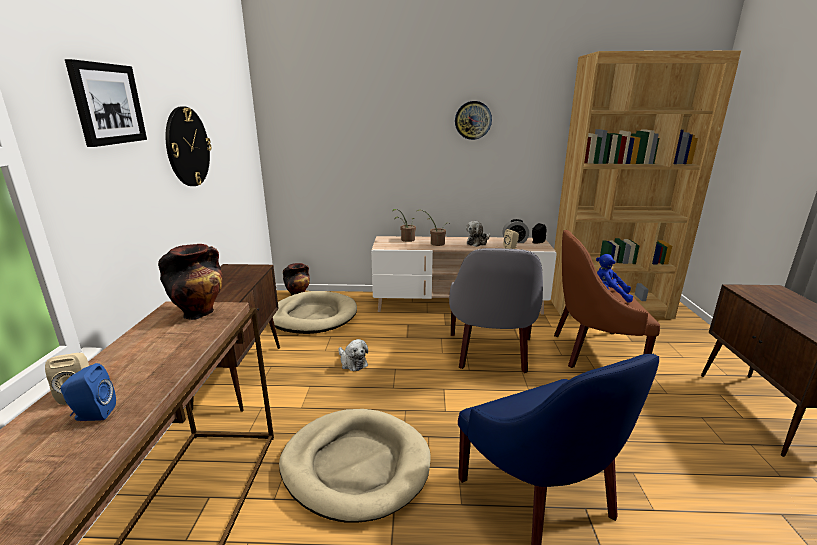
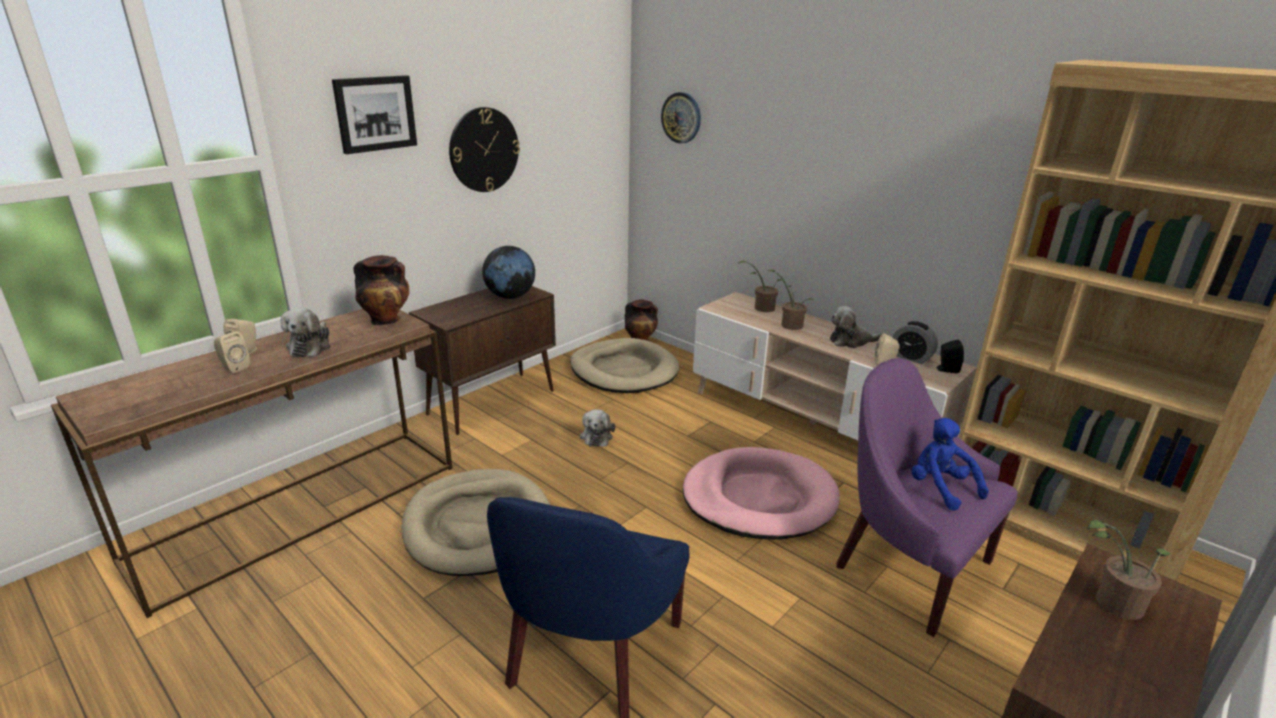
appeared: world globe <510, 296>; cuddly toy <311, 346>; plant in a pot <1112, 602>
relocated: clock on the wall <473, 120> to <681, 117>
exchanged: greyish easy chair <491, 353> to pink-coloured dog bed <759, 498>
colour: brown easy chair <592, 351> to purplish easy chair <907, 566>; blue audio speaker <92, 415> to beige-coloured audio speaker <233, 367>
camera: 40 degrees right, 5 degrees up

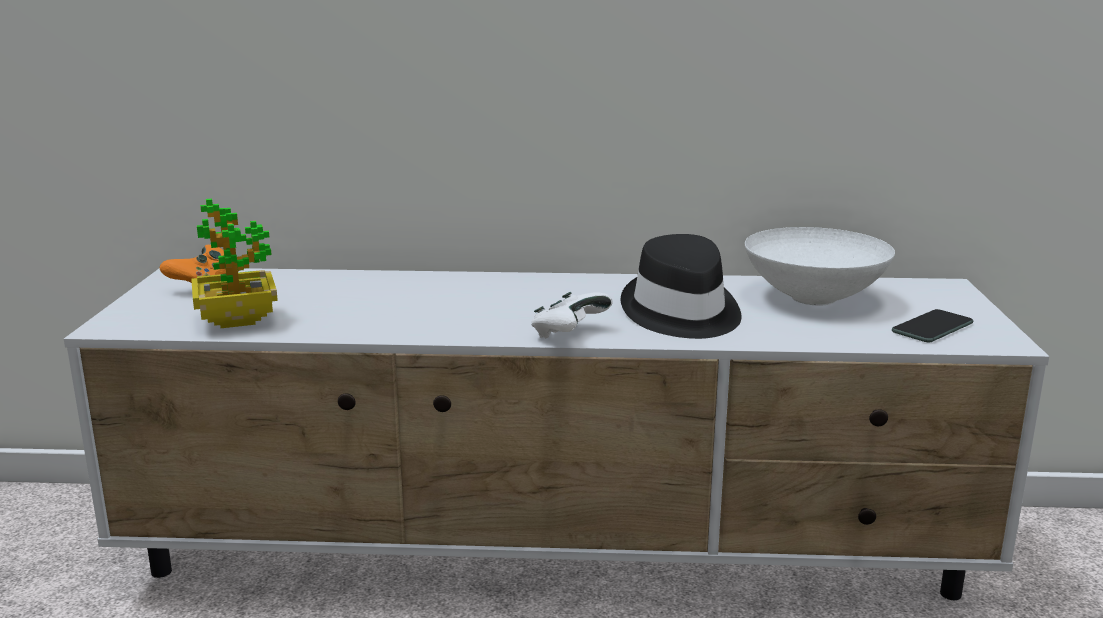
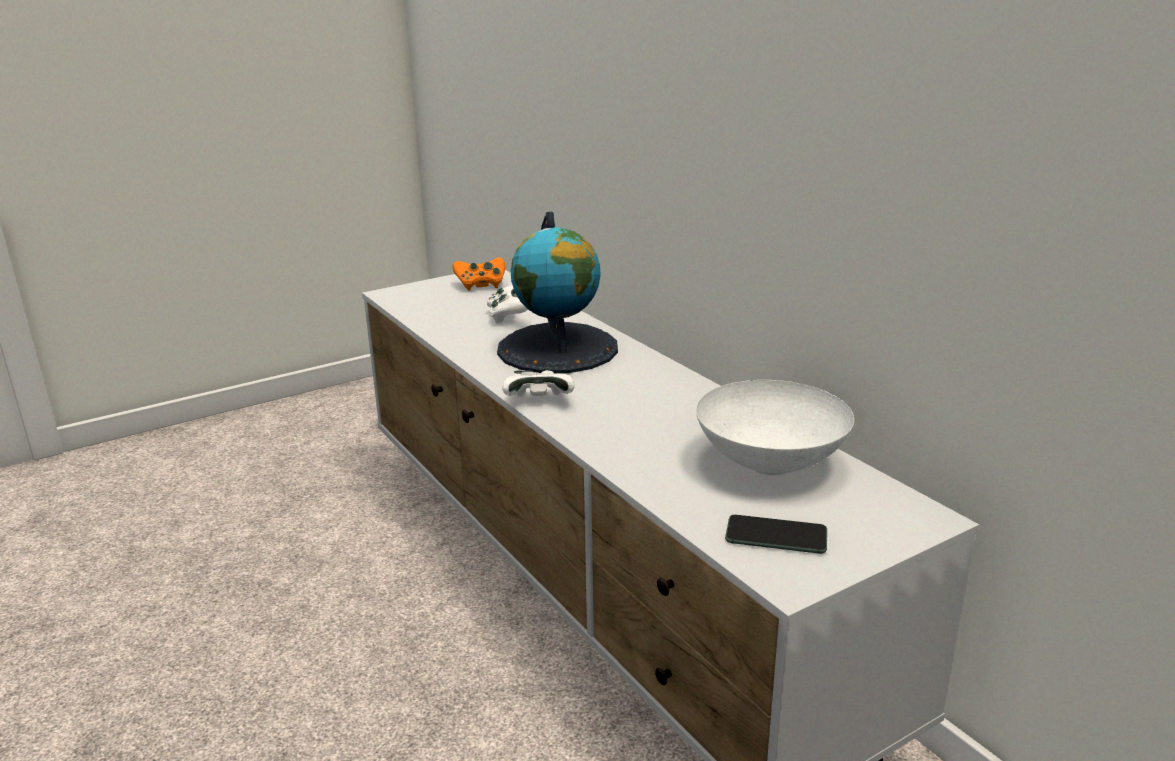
missing: plant in a pot <237, 321>; black clothing hat <681, 313>
appeared: world globe <558, 348>; white joypad <508, 316>
camera: 55 degrees right, 5 degrees up

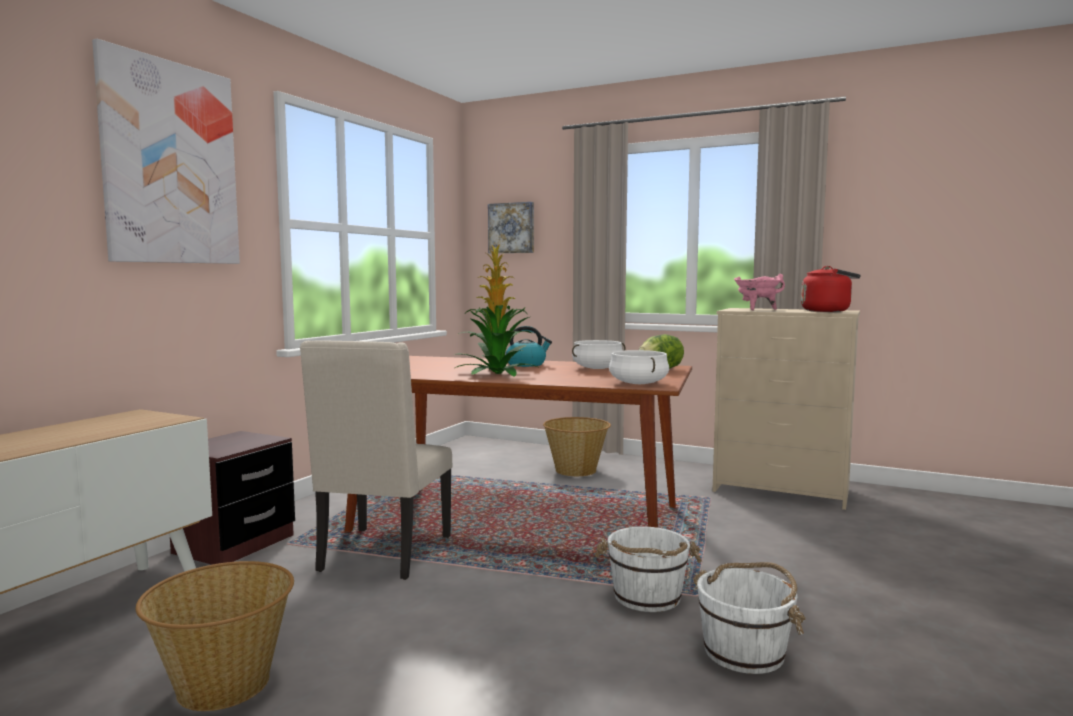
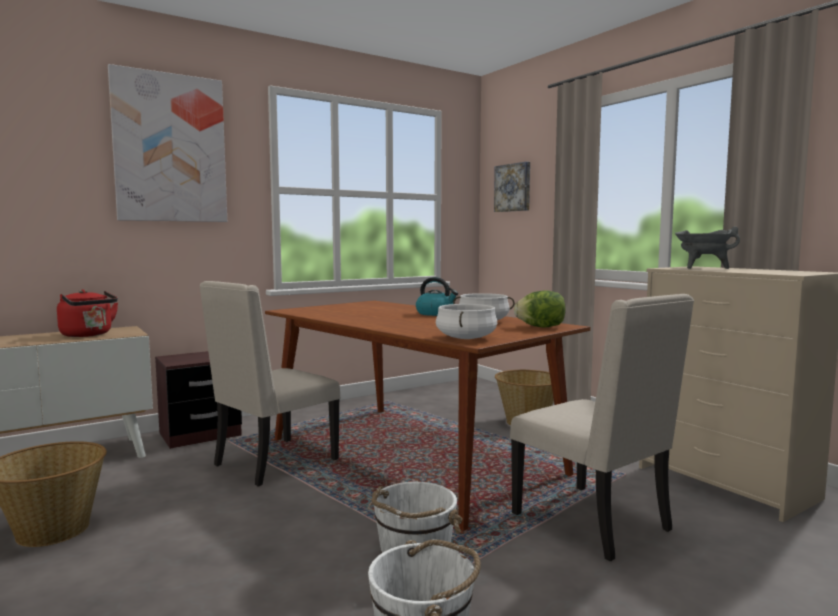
missing: plant in a pot <495, 373>
appeared: beige-coloured chair <594, 523>
relocated: reddish kettle <828, 311> to <88, 335>
colour: pink-coloured stockpot <756, 309> to greyish stockpot <702, 268>
camera: 30 degrees right, 0 degrees up

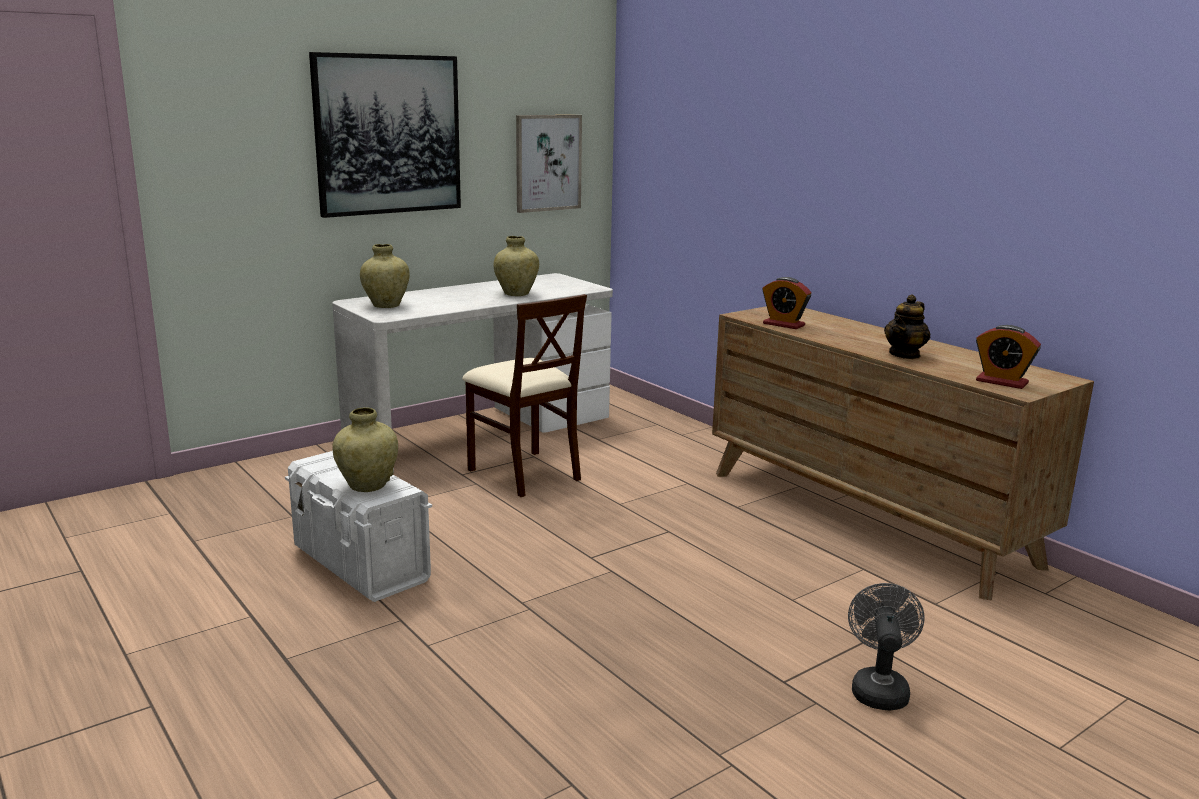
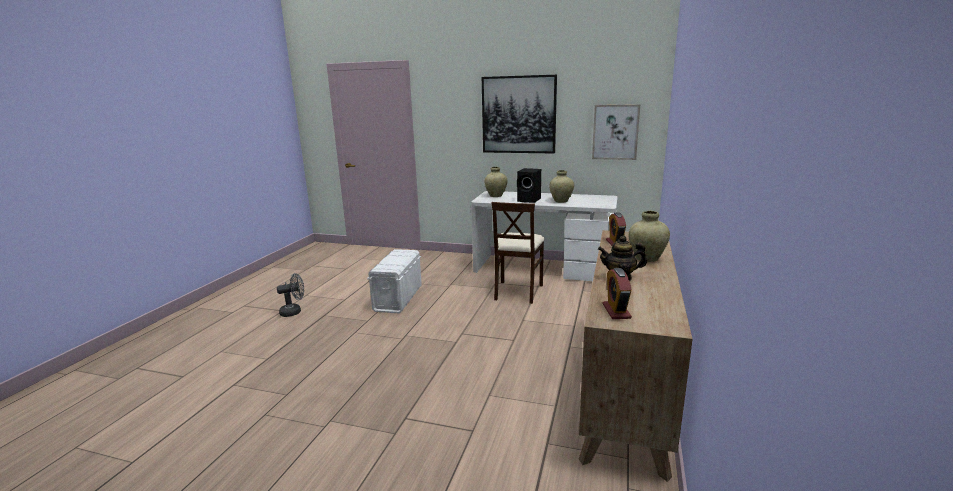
appeared: black audio speaker <529, 200>
relocated: beige-coloured flower vase <367, 485> to <646, 258>; greyish electric fan <878, 688> to <294, 311>
camera: 55 degrees right, 0 degrees up

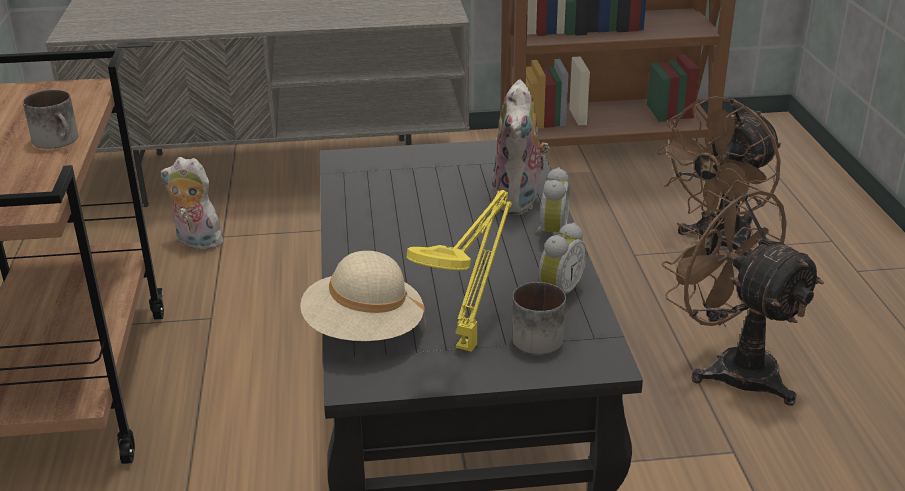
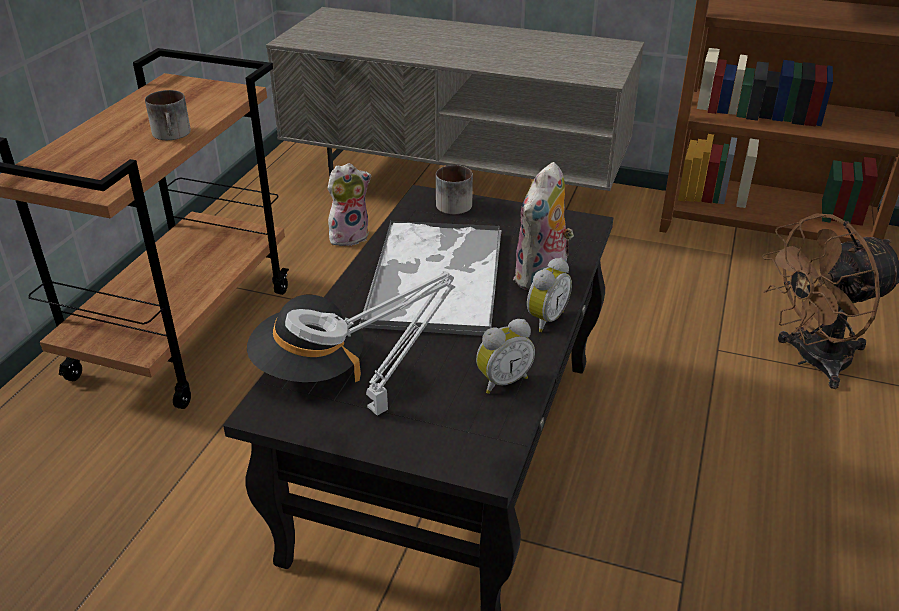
missing: brown electric fan <732, 366>
appeared: serving tray <436, 276>
relocated: tea mug <536, 334> to <455, 203>
colour: yellow lamp for a table <469, 344> to greyish lamp for a table <382, 407>; beige-coloured clothing hat <364, 331> to black clothing hat <308, 366>
spun: cuddly toy <196, 243> = <349, 236> 105 degrees clockwise
camera: 25 degrees right, 5 degrees up

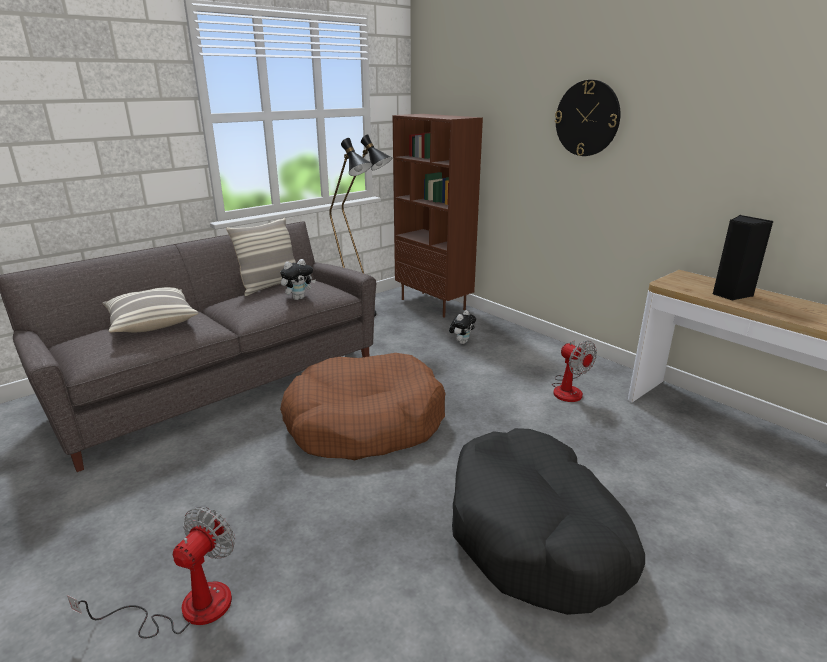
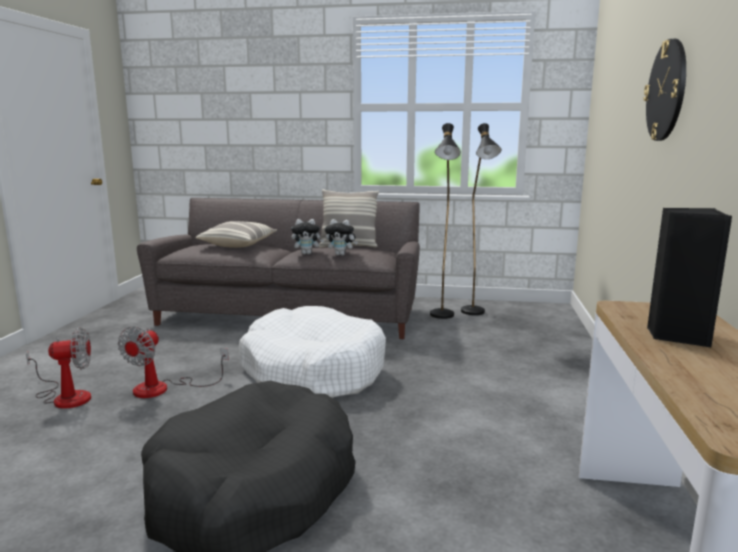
missing: brown bookshelf <434, 304>
relocated: cuddly toy <462, 342> to <307, 253>; electric fan <568, 389> to <163, 388>
colour: brown dog bed <364, 423> to white dog bed <313, 370>
camera: 50 degrees right, 10 degrees down

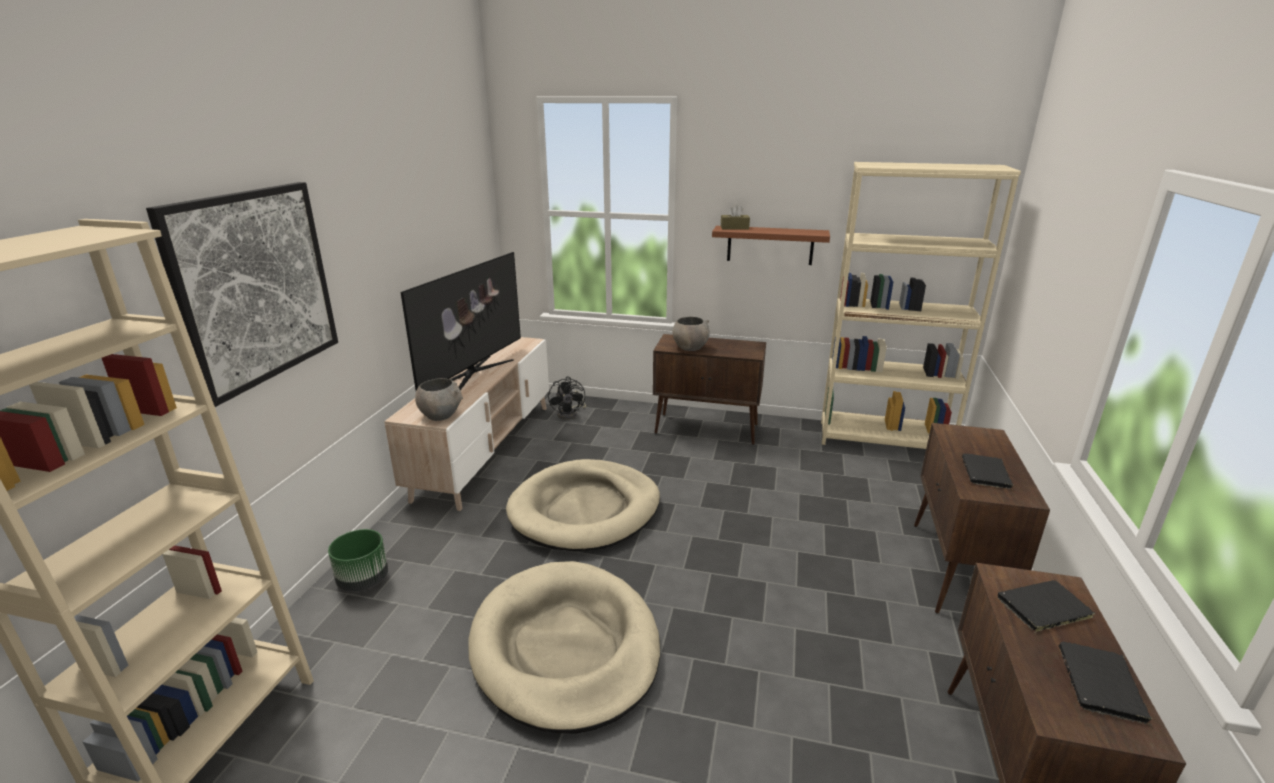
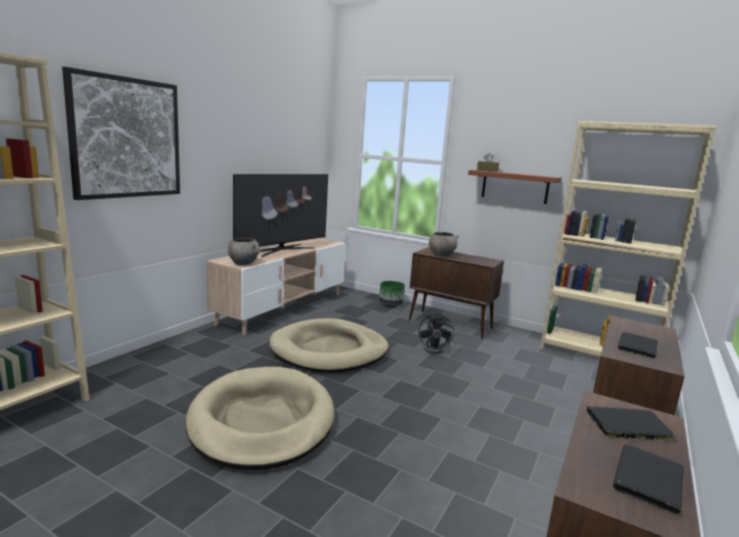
relocated: black electric fan <570, 413> to <436, 349>; greenish flower pot <364, 580> to <391, 305>
camera: 15 degrees right, 10 degrees down

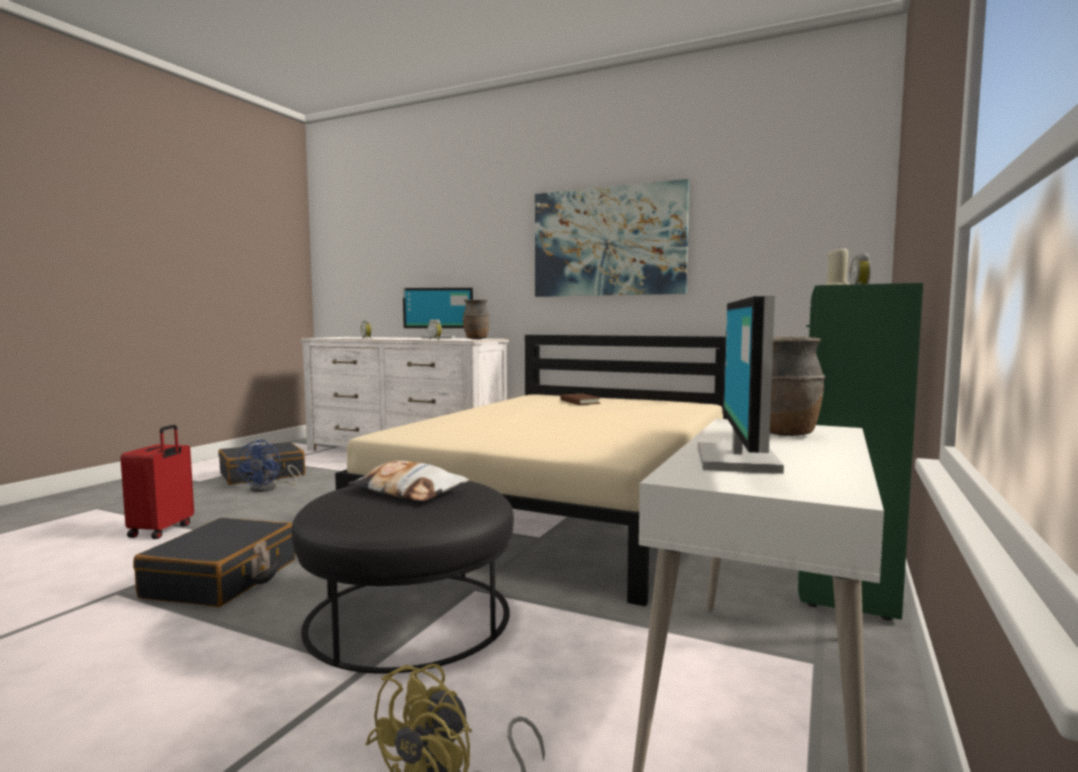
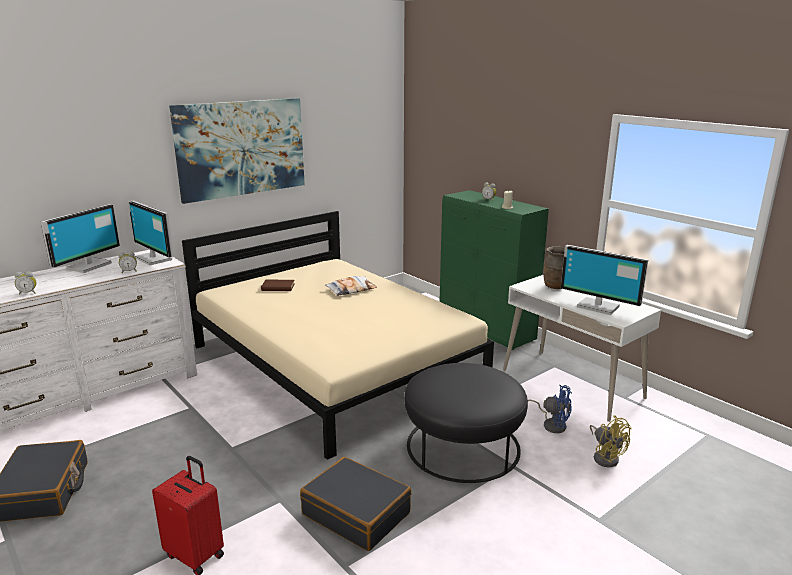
relocated: blue electric fan <269, 488> to <552, 424>; pillow <408, 491> to <351, 290>
exchanged: brown flower vase <476, 339> to computer screen <155, 258>
camera: 65 degrees left, 15 degrees up

